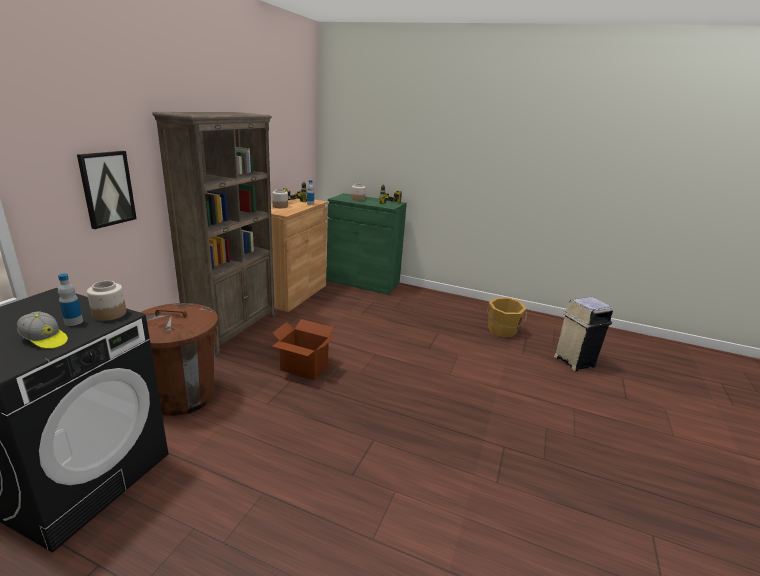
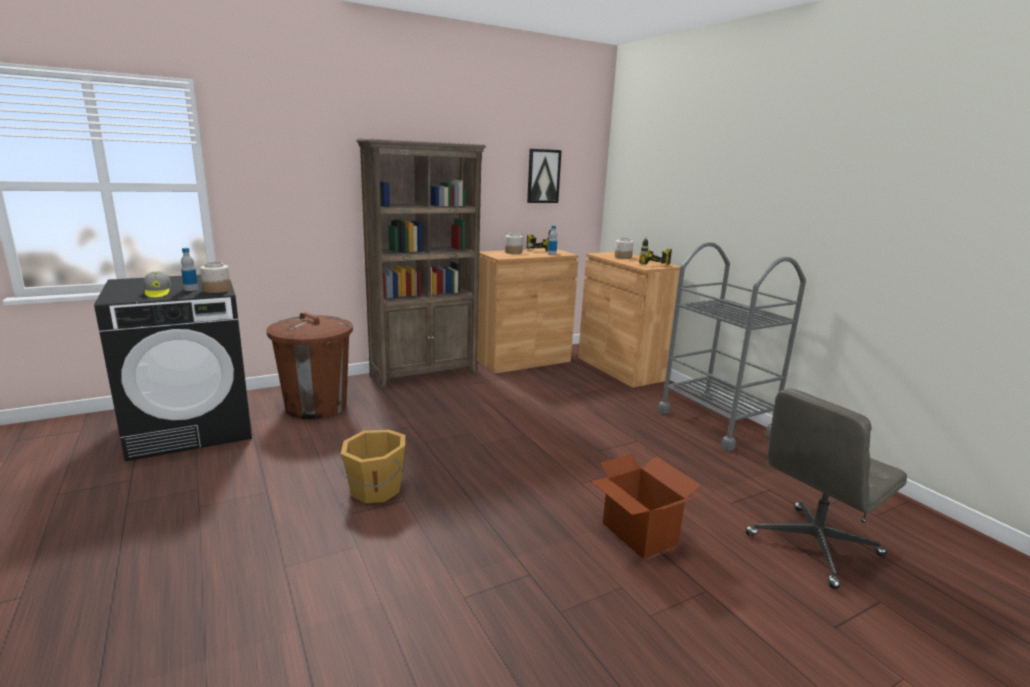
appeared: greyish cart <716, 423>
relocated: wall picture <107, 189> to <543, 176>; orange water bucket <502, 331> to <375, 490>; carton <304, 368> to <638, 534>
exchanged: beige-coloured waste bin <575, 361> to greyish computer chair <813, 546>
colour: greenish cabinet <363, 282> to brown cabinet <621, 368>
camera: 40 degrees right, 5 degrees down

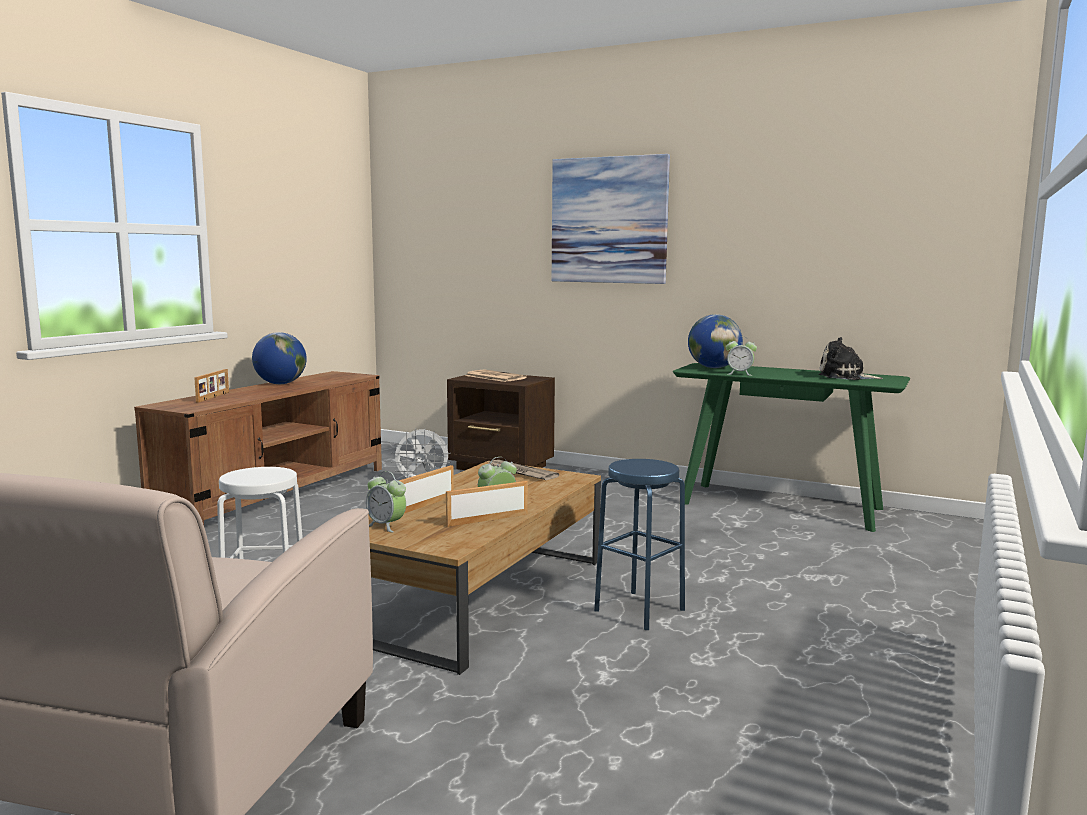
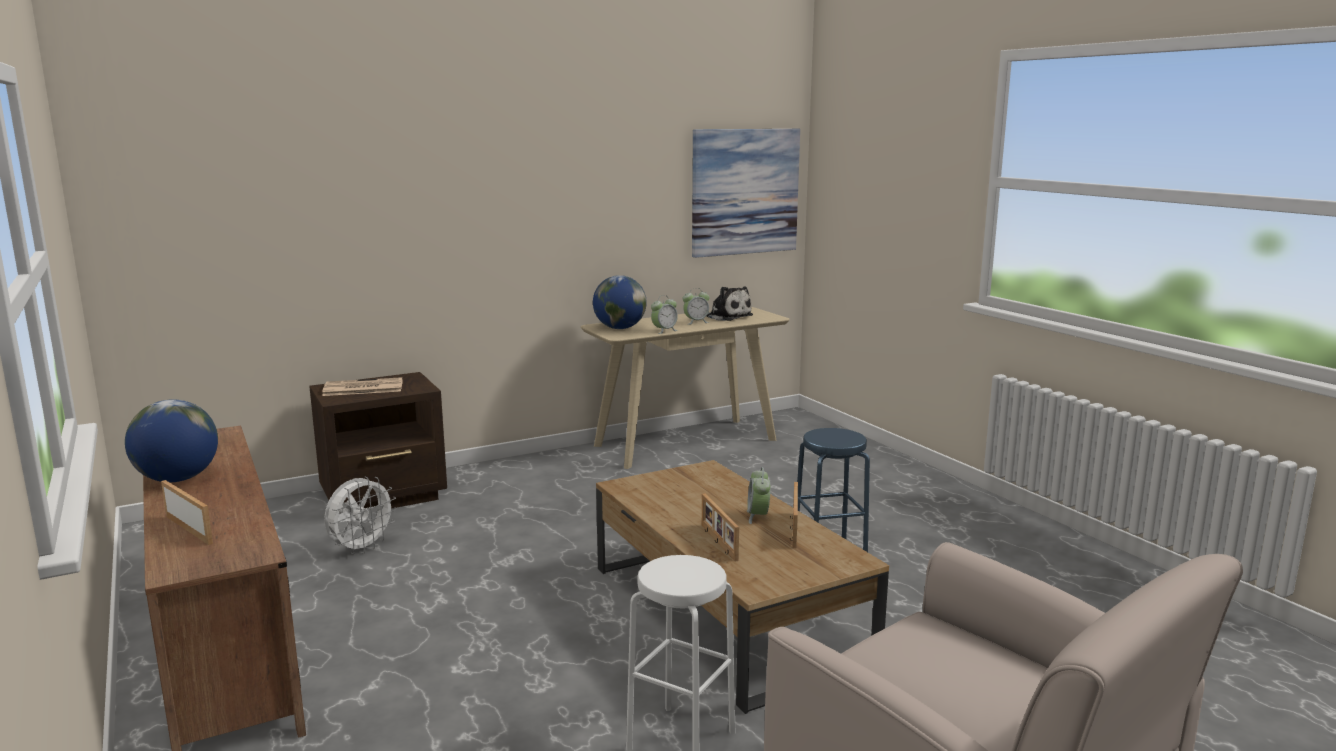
missing: daily paper <519, 472>
relocated: wall picture <609, 220> to <745, 192>; table clock <386, 526> to <696, 322>
colour: greenish hall table <781, 506> to beige-coloured hall table <685, 442>
spun: cuddly toy <845, 377> = <727, 316> 105 degrees counterclockwise
camera: 55 degrees left, 5 degrees up

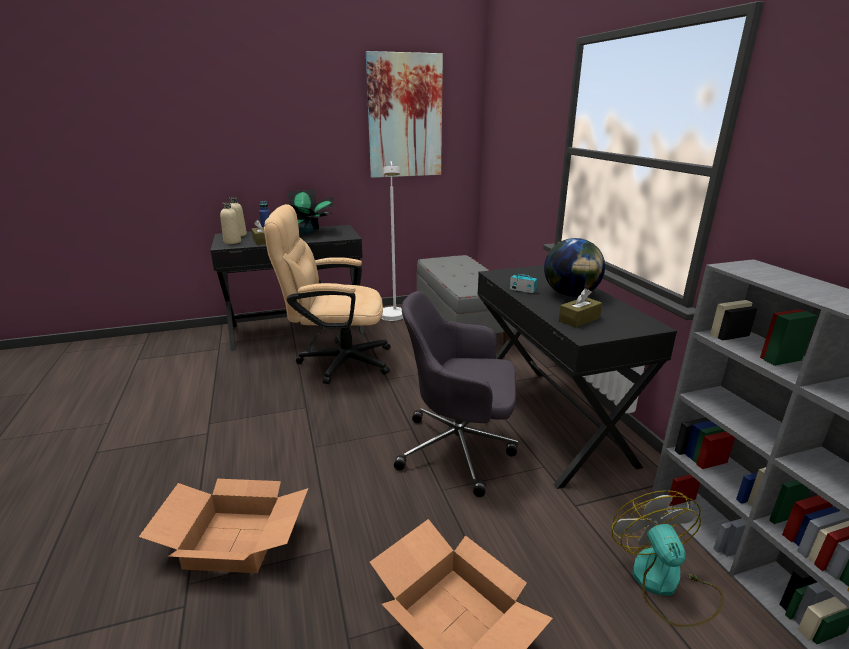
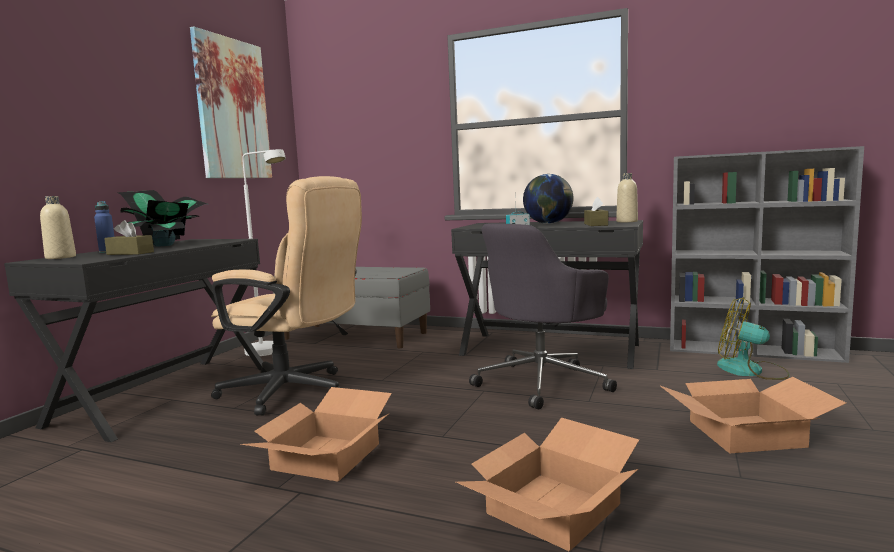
appeared: carton <326, 455>
relocated: beige-coloured beverage bottle <232, 242> to <627, 221>
spun: beige-coloured computer chair <336, 361> = <295, 392> 105 degrees counterclockwise
camera: 50 degrees left, 15 degrees down

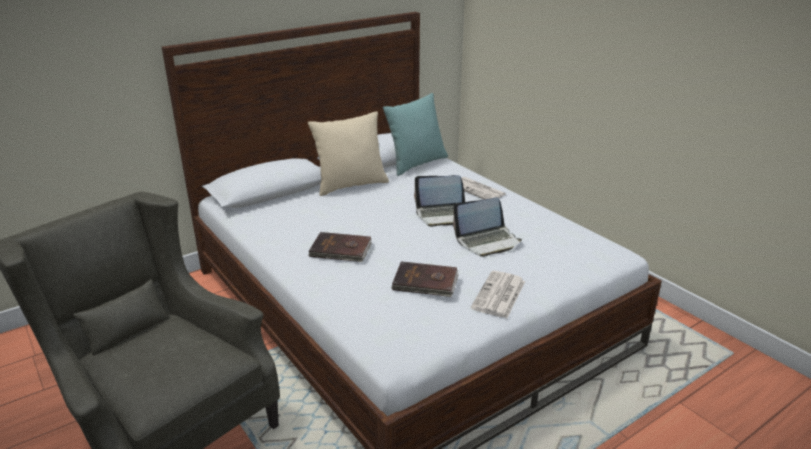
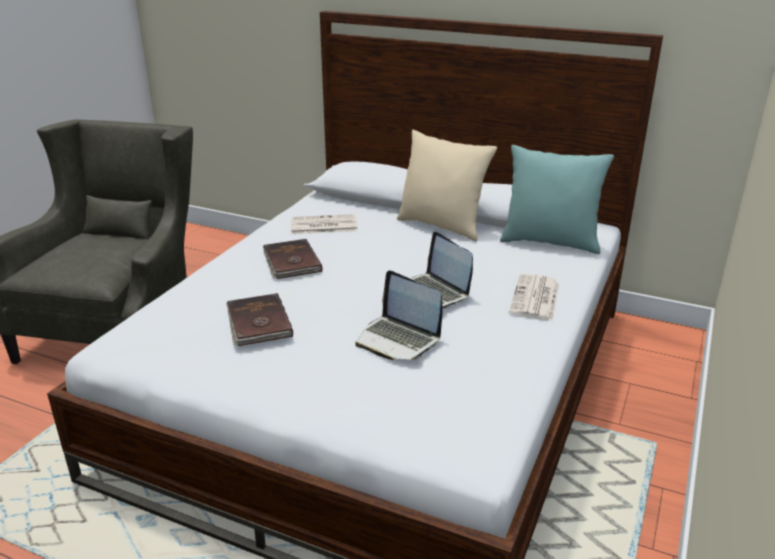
relocated: daily paper <499, 295> to <323, 225>
camera: 60 degrees right, 0 degrees up

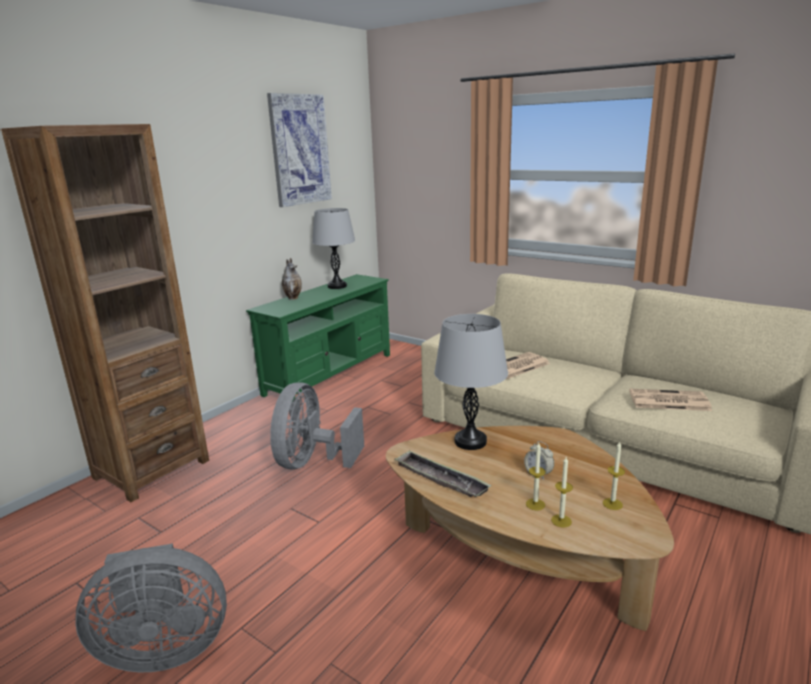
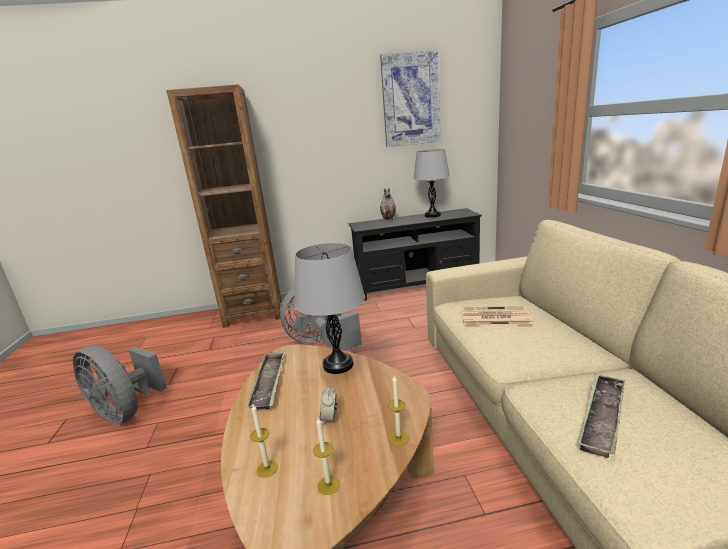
relocated: wax candle <535, 504> to <398, 438>
exchanged: daily paper <667, 401> to serving tray <602, 417>
colour: greenish tv unit <329, 374> to black tv unit <417, 286>
camera: 45 degrees right, 0 degrees up

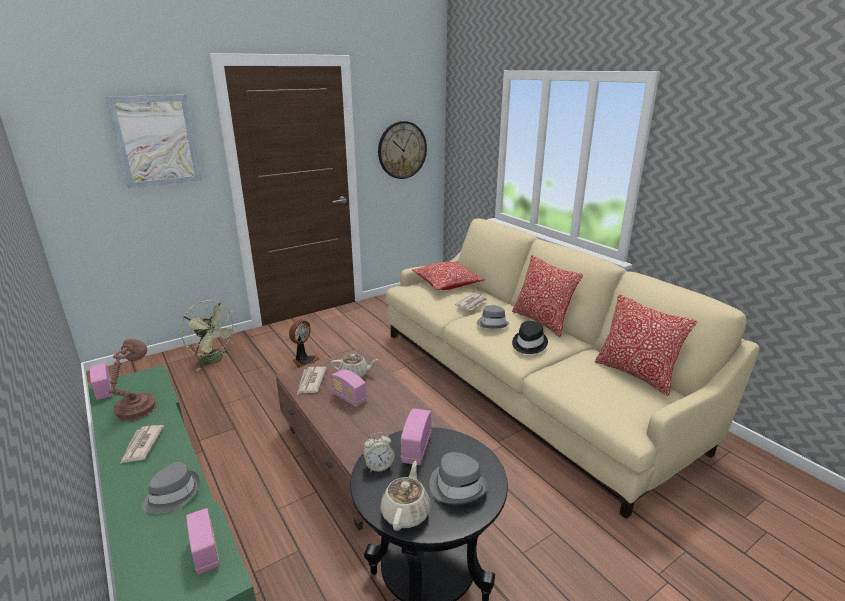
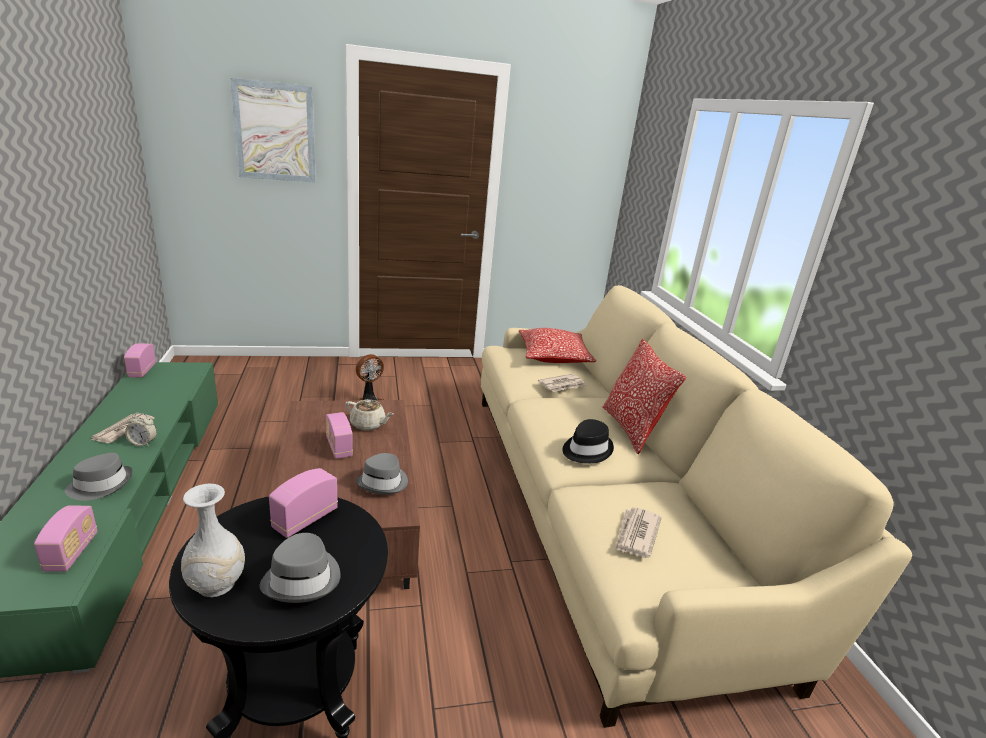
missing: clock on the wall <402, 150>; pillow <635, 374>; greenish electric fan <214, 360>; brown lamp for a table <137, 407>
relocated: greyish clothing hat <492, 323> to <383, 482>; daily paper <311, 382> to <636, 534>; table clock <379, 466> to <143, 443>
exchanged: beige-coloured teapot <406, 512> to white flower vase <216, 584>
camera: 20 degrees right, 0 degrees up

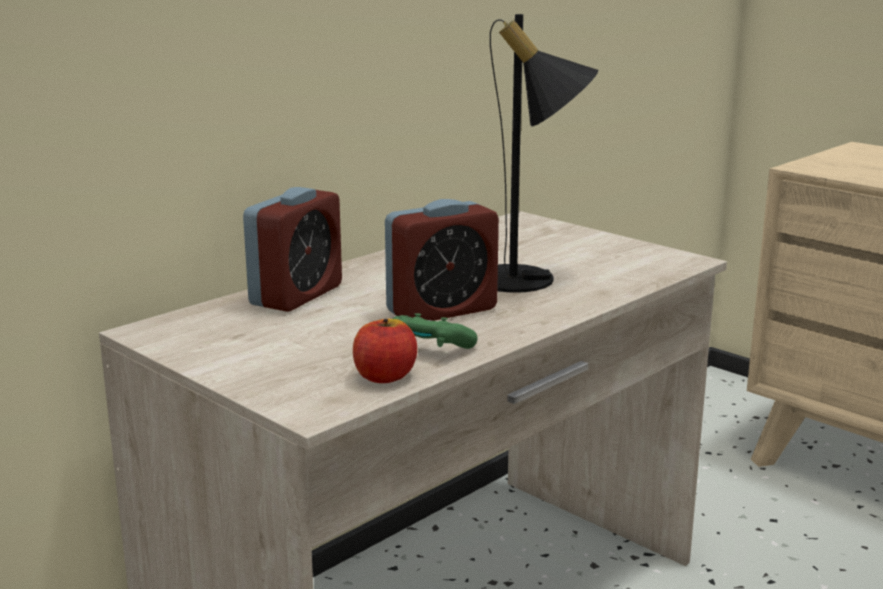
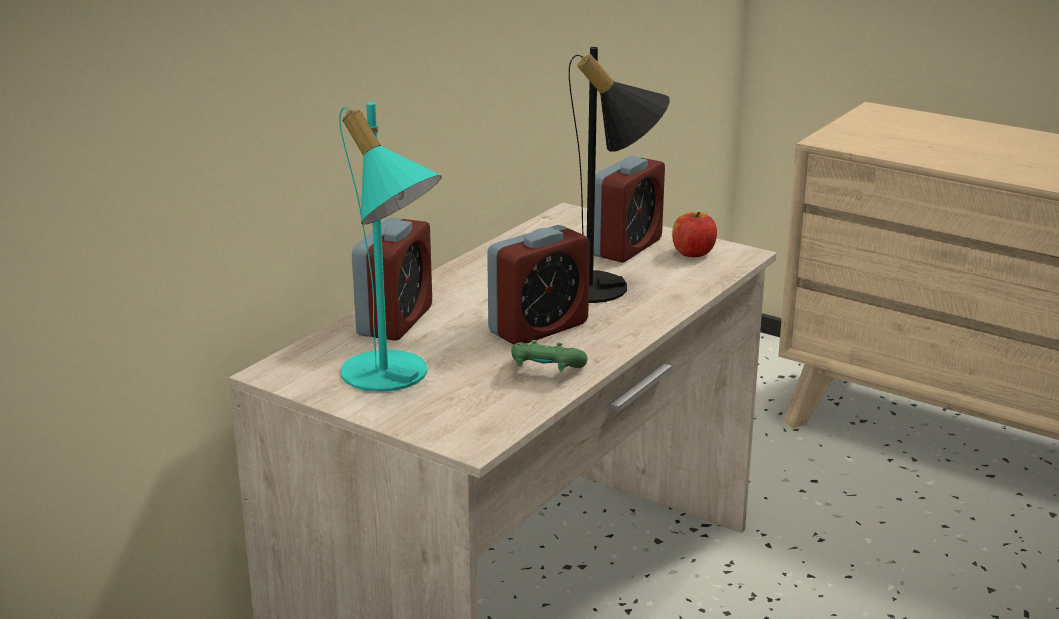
appeared: turquoise-coloured lamp for a table <392, 378>; table clock <625, 247>
relocated: apple <384, 377> to <693, 253>
camera: 10 degrees left, 5 degrees up

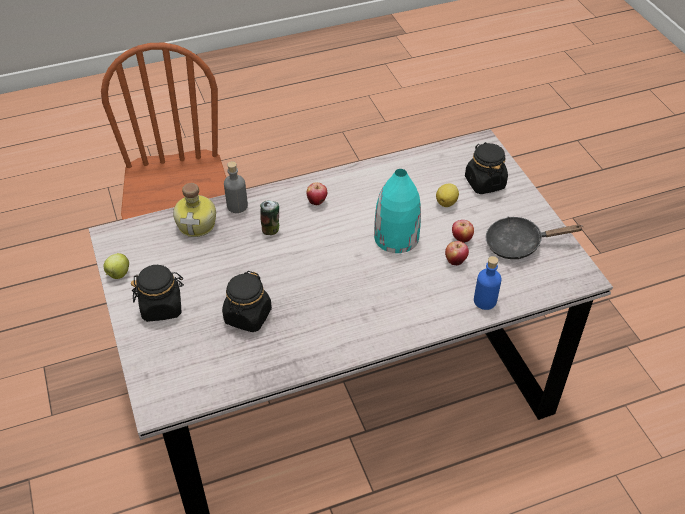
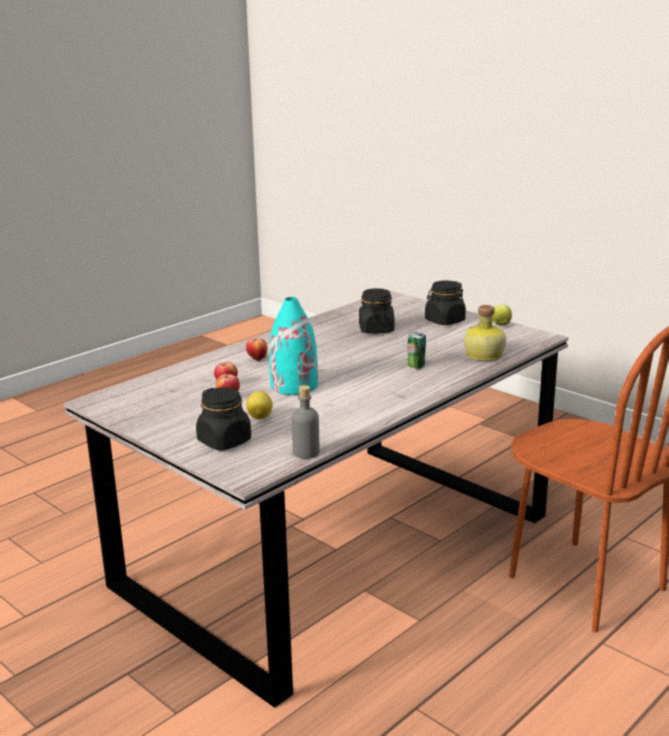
missing: black pan <519, 244>; blue beverage bottle <485, 301>
relocated: greyish beverage bottle <237, 206> to <306, 452>; apple <317, 202> to <257, 359>
camera: 155 degrees right, 25 degrees down

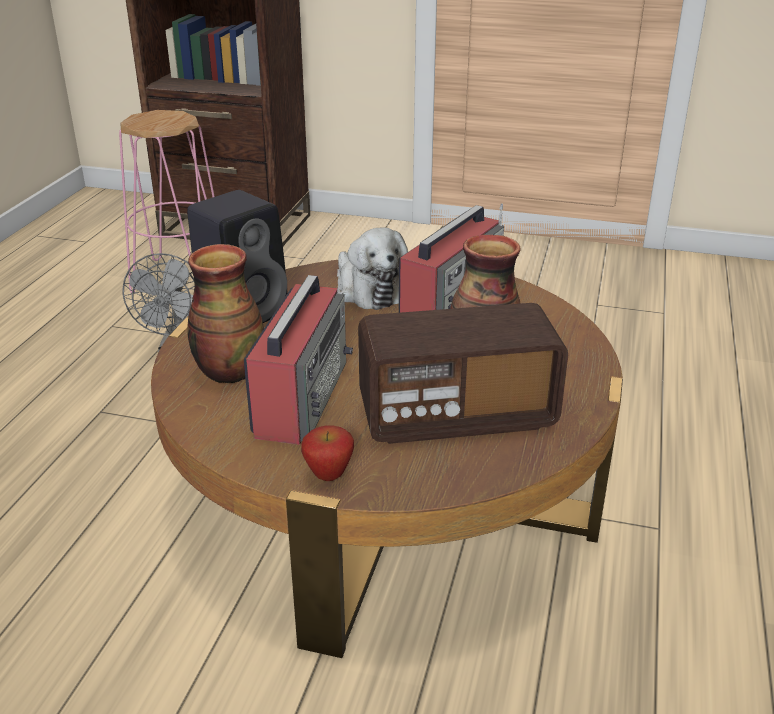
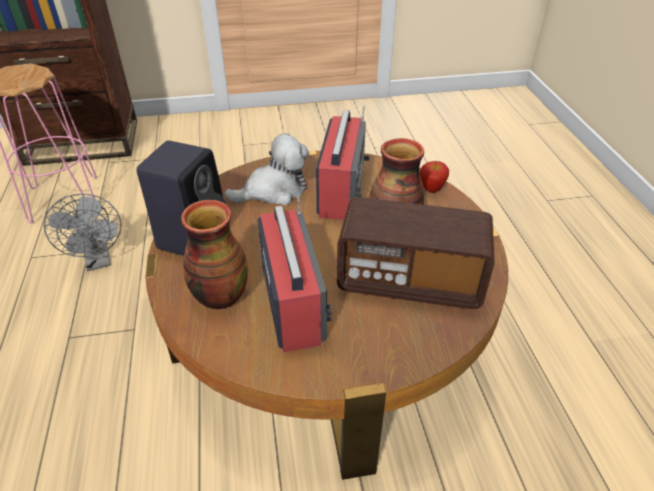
relocated: apple <329, 476> to <431, 190>
spun: cuddly toy <368, 290> = <274, 191> 60 degrees counterclockwise; radio set <456, 415> = <409, 281> 45 degrees clockwise
camera: 25 degrees left, 10 degrees up

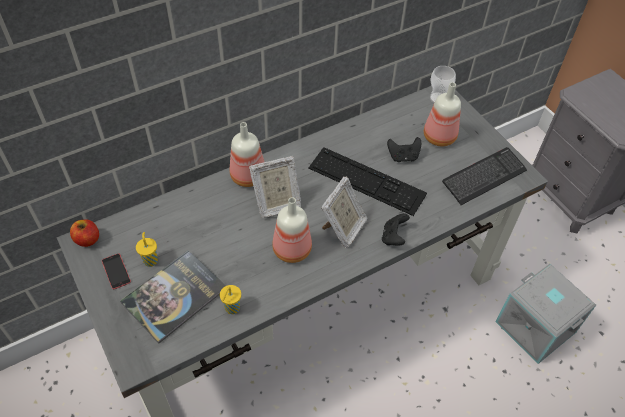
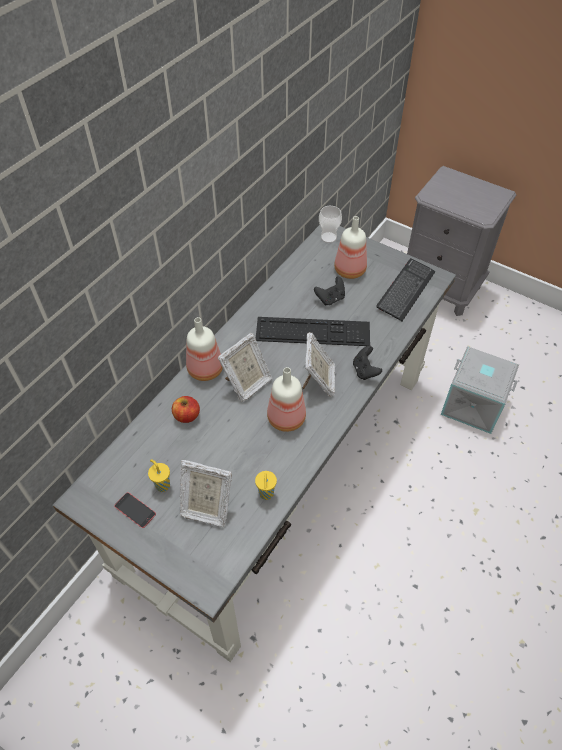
relocated: apple <87, 239> to <187, 416>
exchanged: book <174, 296> to picture frame <206, 507>
camera: 25 degrees left, 0 degrees up

